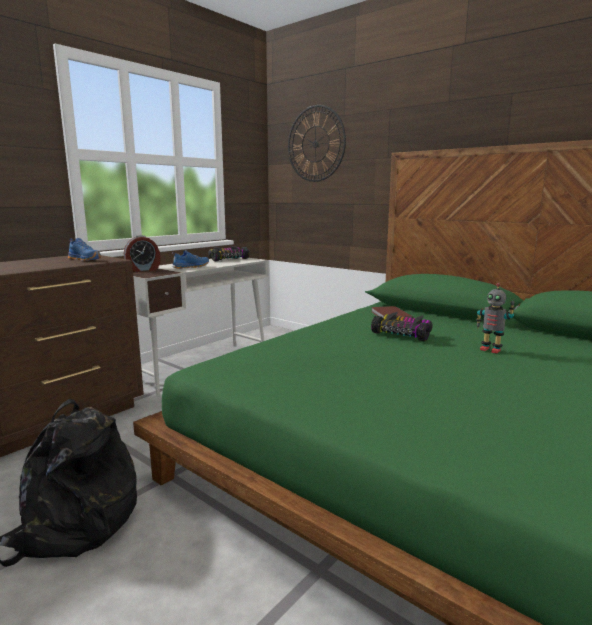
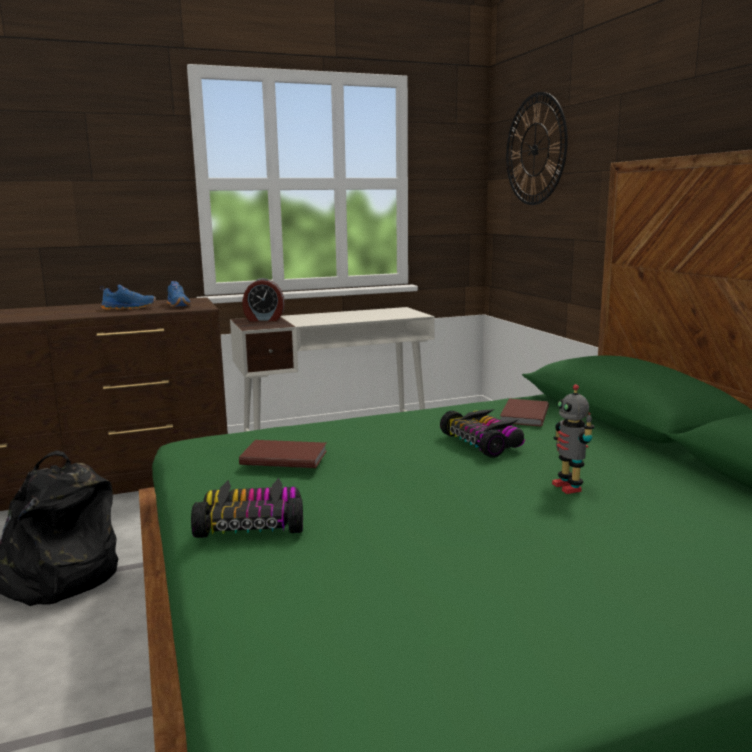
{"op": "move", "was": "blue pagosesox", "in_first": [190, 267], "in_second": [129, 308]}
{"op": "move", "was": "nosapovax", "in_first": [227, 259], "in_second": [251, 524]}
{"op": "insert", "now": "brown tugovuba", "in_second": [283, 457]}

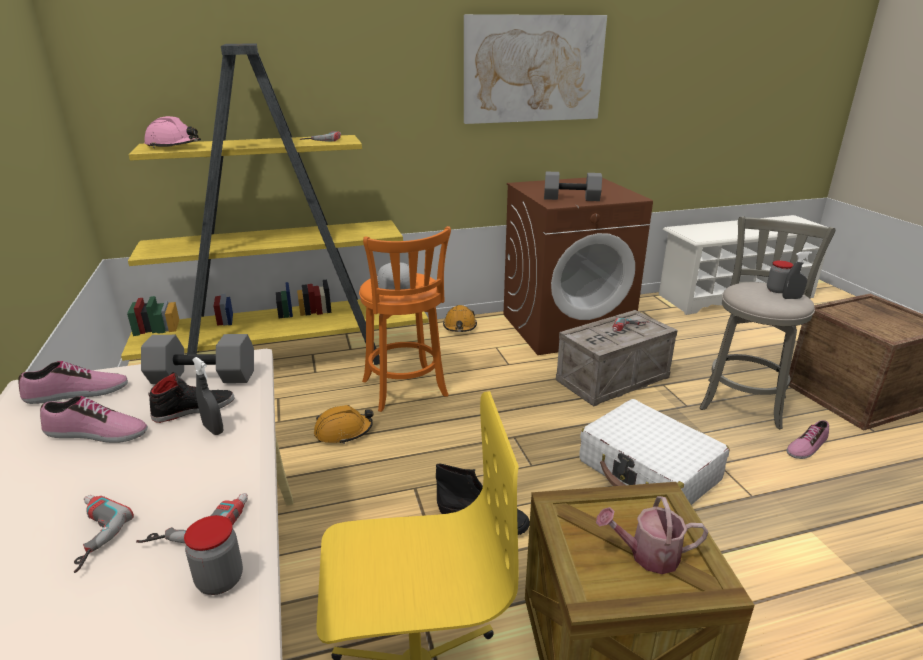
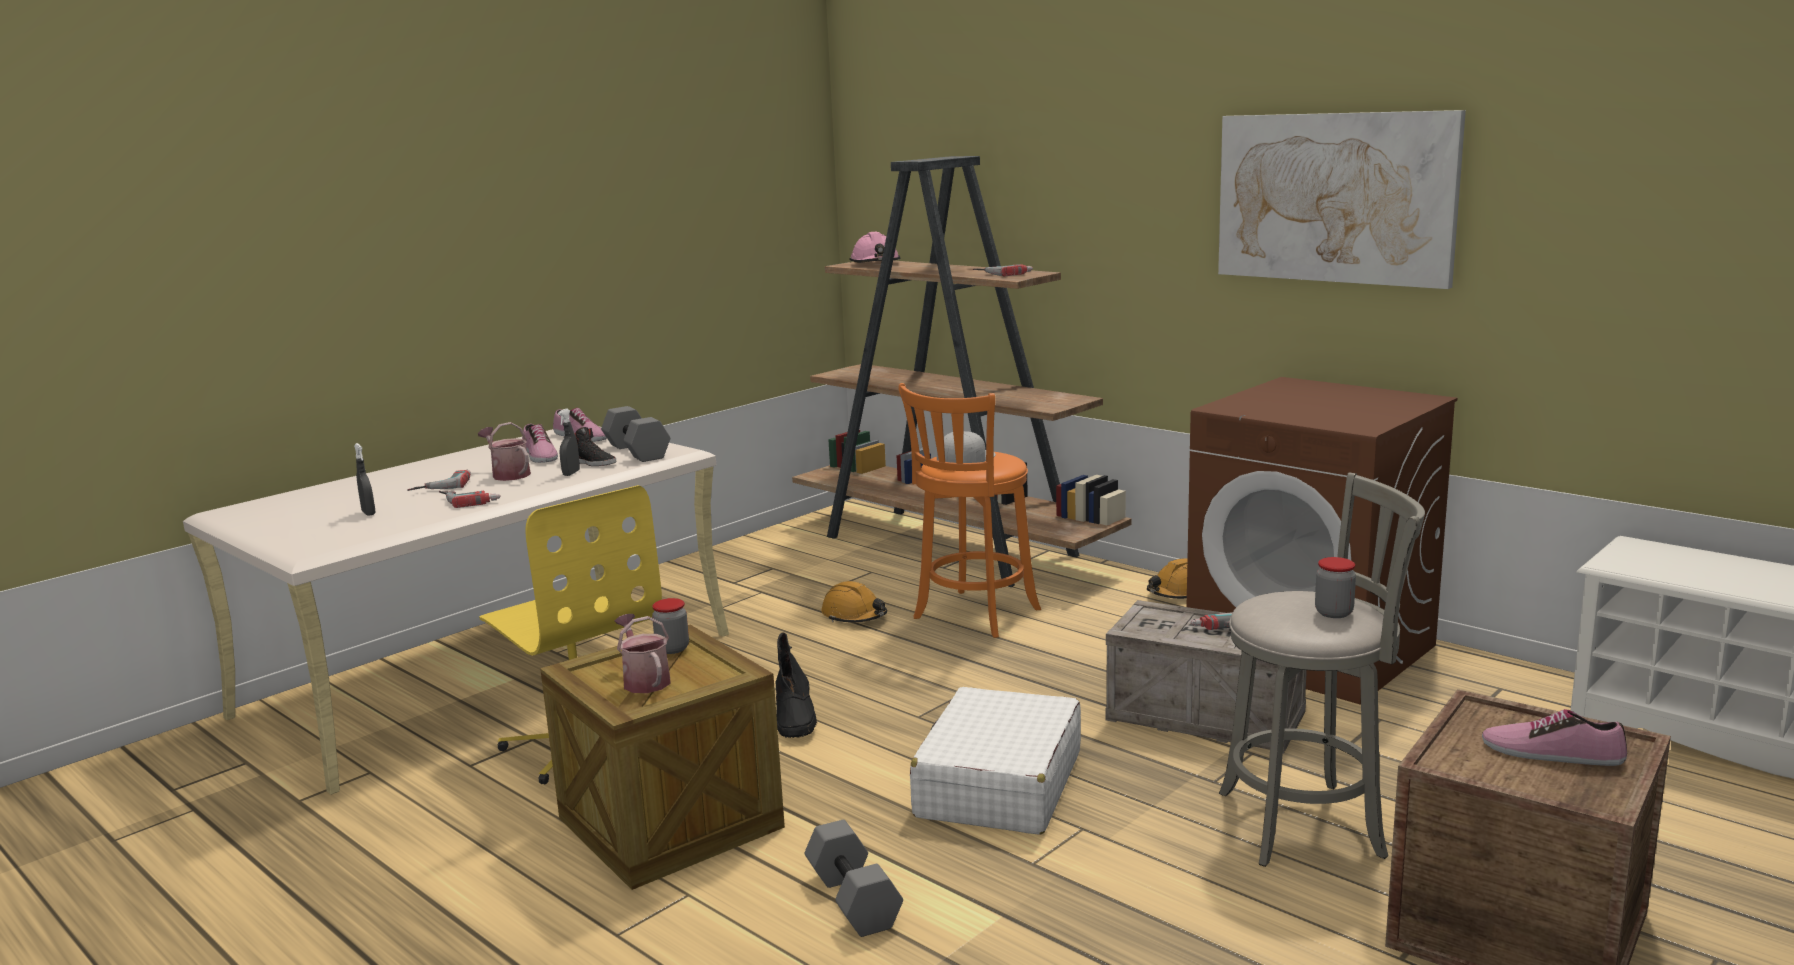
{"op": "recolor", "was": "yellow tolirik", "now": "brown tolirik", "in_first": [288, 357], "in_second": [953, 547]}
{"op": "move", "was": "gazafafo", "in_first": [220, 580], "in_second": [672, 649]}
{"op": "move", "was": "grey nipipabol", "in_first": [572, 198], "in_second": [855, 900]}
{"op": "move", "was": "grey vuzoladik", "in_first": [791, 298], "in_second": [368, 513]}
{"op": "move", "was": "pagosesox", "in_first": [806, 446], "in_second": [1552, 753]}
{"op": "insert", "now": "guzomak", "in_second": [508, 474]}

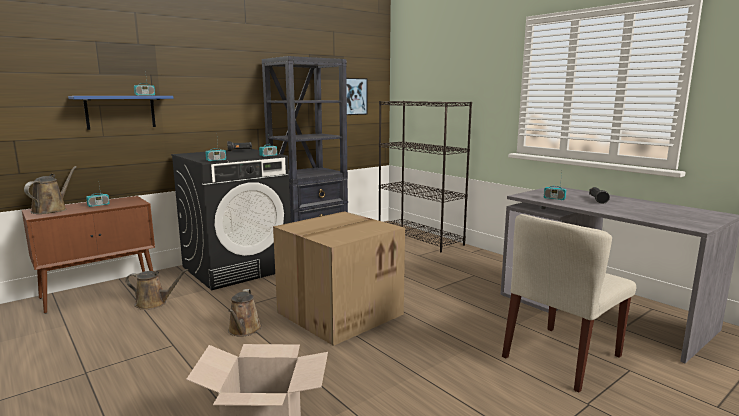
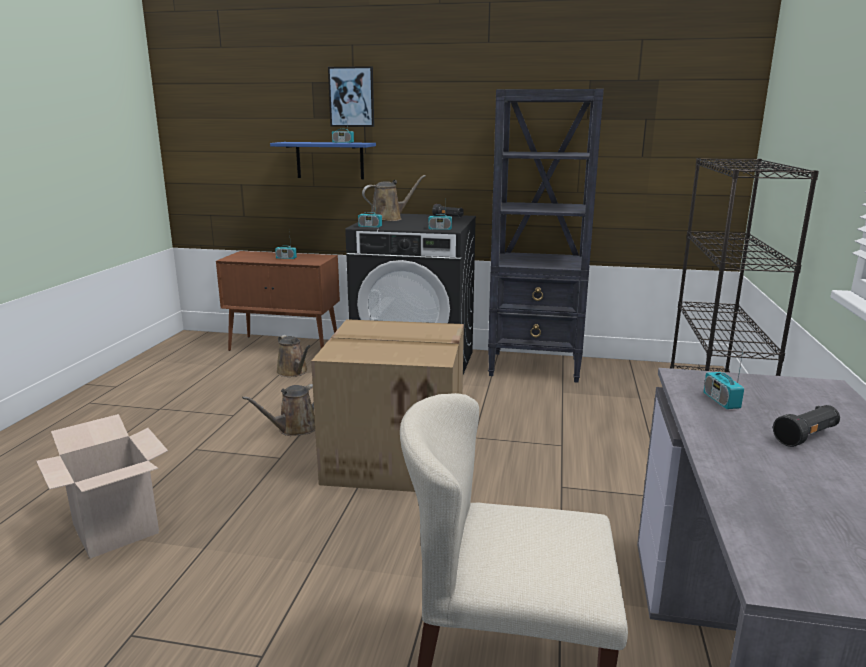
{"op": "move", "was": "brown guzomak", "in_first": [52, 210], "in_second": [389, 219]}
{"op": "move", "was": "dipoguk", "in_first": [354, 96], "in_second": [352, 97]}

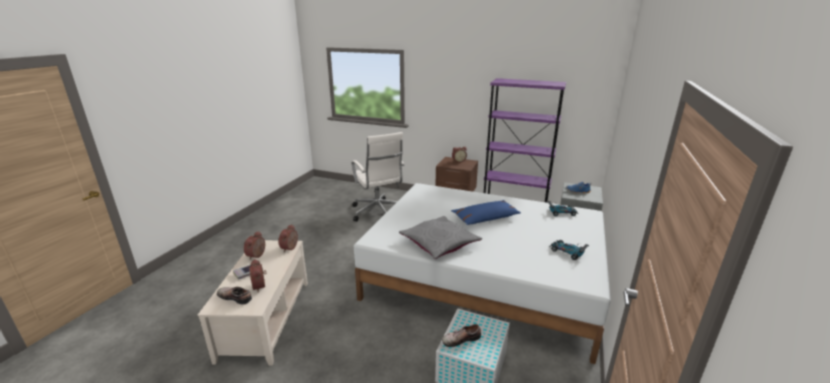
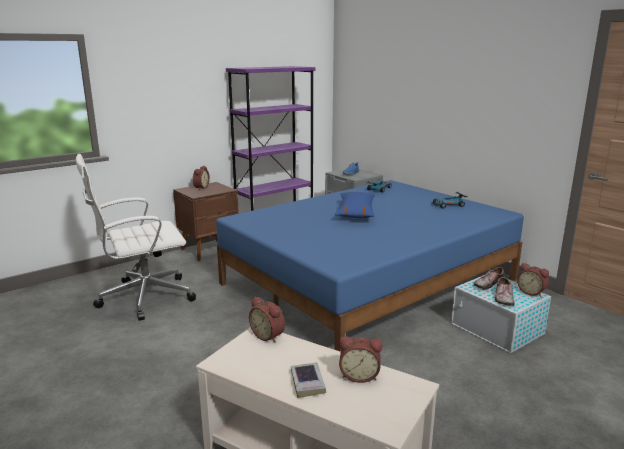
{"op": "move", "was": "pagosesox", "in_first": [236, 297], "in_second": [487, 283]}
{"op": "move", "was": "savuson", "in_first": [257, 255], "in_second": [531, 292]}
{"op": "rotate", "was": "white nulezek", "in_first": [378, 212], "in_second": [143, 297], "clockwise": 150}
{"op": "recolor", "was": "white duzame", "now": "blue duzame", "in_first": [484, 278], "in_second": [369, 282]}
{"op": "delete", "was": "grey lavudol", "in_first": [439, 243]}

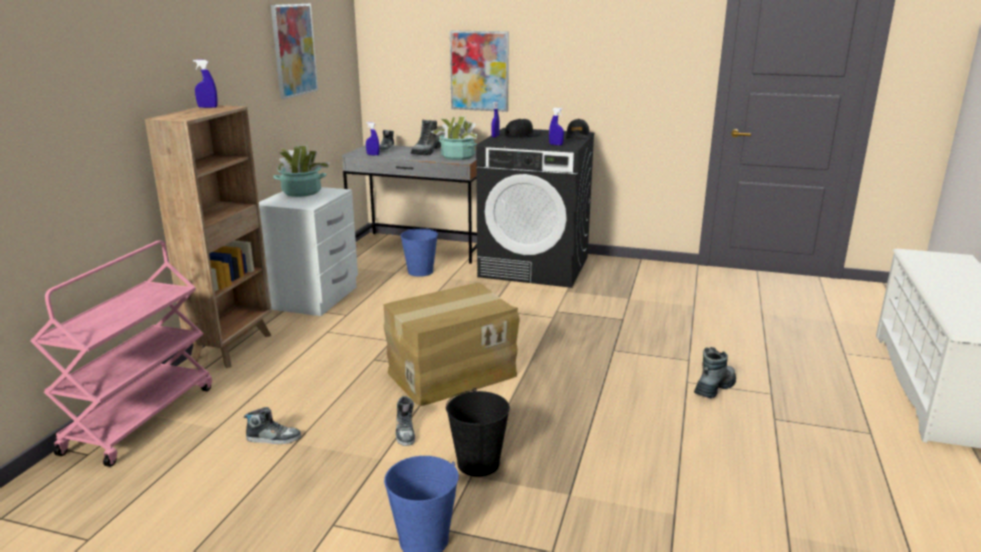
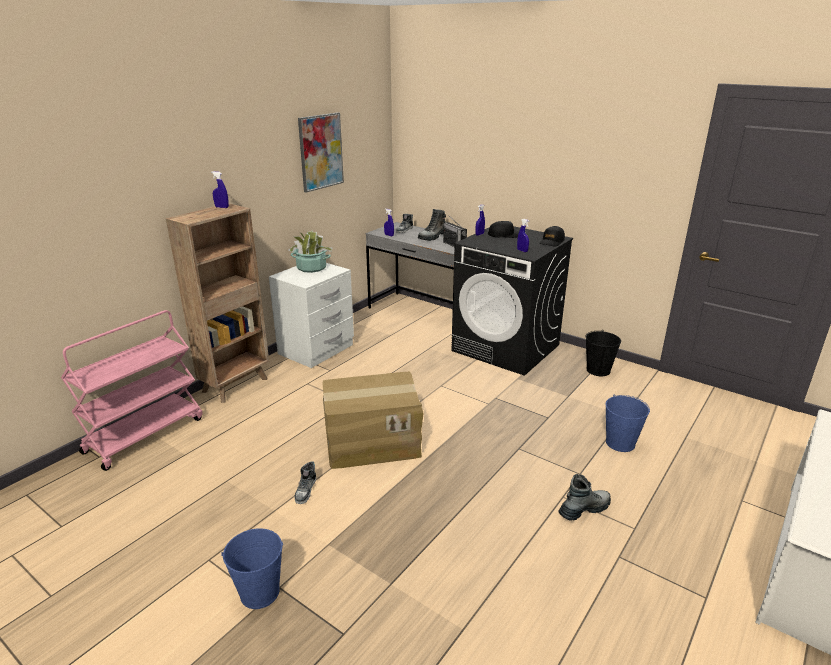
{"op": "delete", "was": "pagosesox", "in_first": [273, 438]}
{"op": "move", "was": "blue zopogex", "in_first": [420, 271], "in_second": [620, 443]}
{"op": "replace", "was": "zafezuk", "now": "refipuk", "in_first": [458, 157], "in_second": [454, 245]}
{"op": "move", "was": "black zopogex", "in_first": [478, 463], "in_second": [598, 370]}
{"op": "delete", "was": "dipoguk", "in_first": [479, 71]}

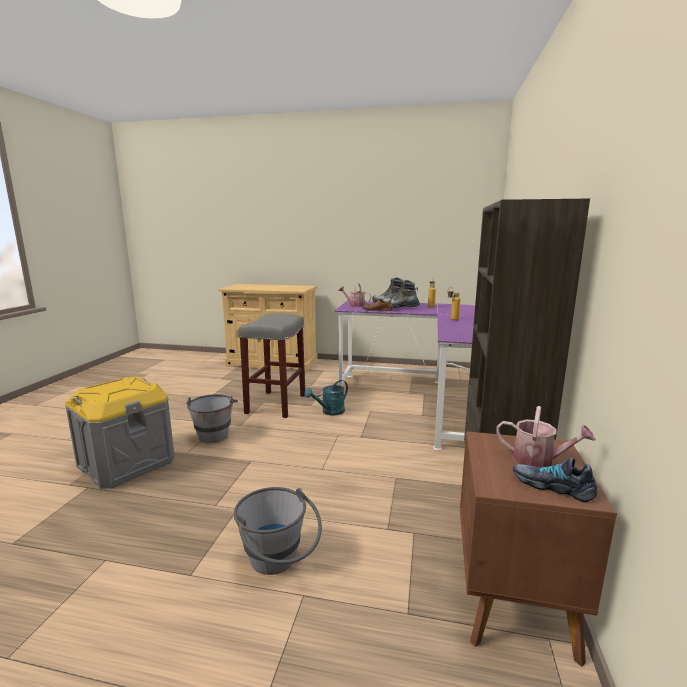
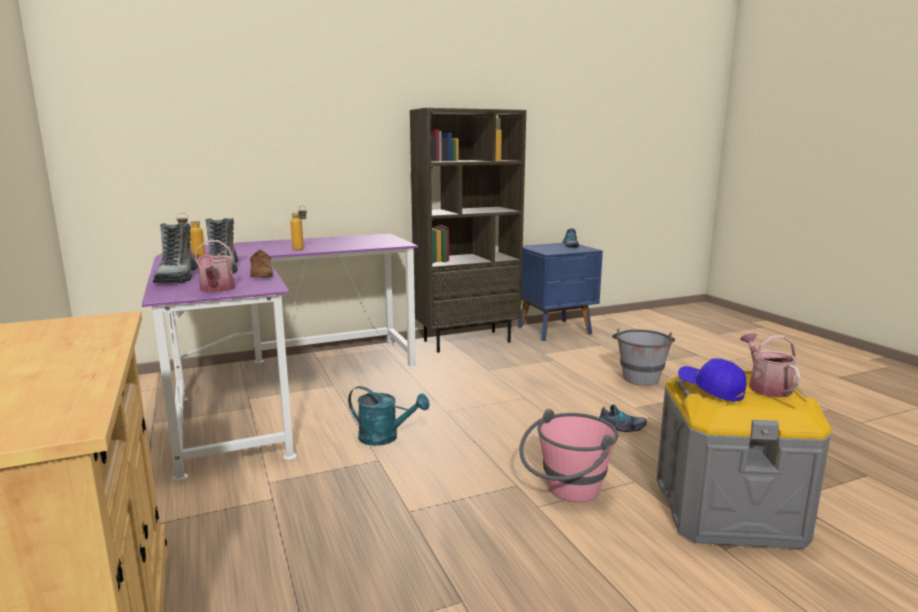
{"op": "recolor", "was": "grey zopogex", "now": "pink zopogex", "in_first": [214, 433], "in_second": [566, 493]}
{"op": "delete", "was": "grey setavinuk", "in_first": [276, 403]}
{"op": "recolor", "was": "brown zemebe", "now": "blue zemebe", "in_first": [513, 606], "in_second": [556, 330]}
{"op": "move", "was": "guzomak", "in_first": [539, 460], "in_second": [766, 387]}
{"op": "insert", "now": "pagosesox", "in_second": [621, 428]}
{"op": "insert", "now": "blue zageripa", "in_second": [710, 390]}

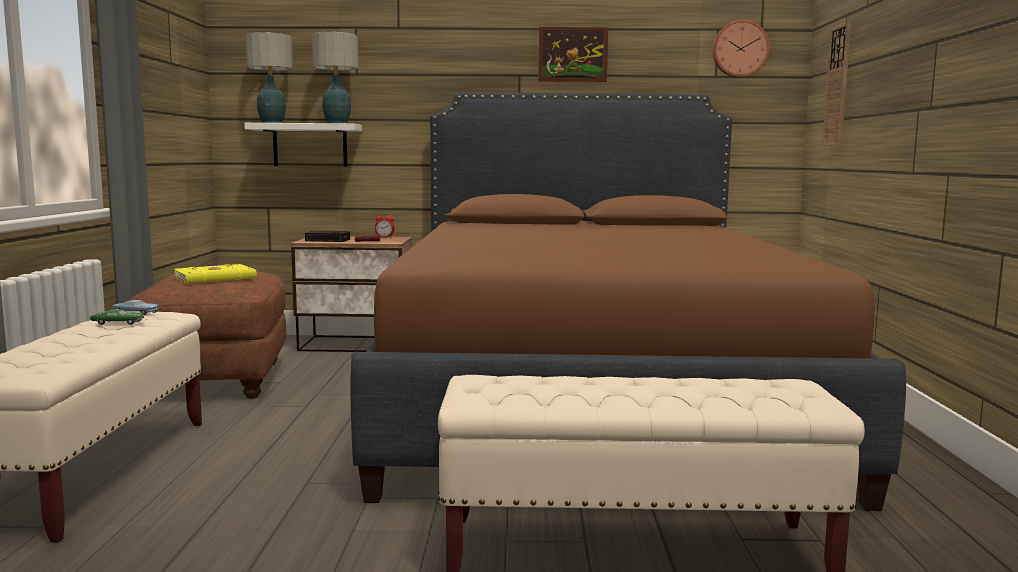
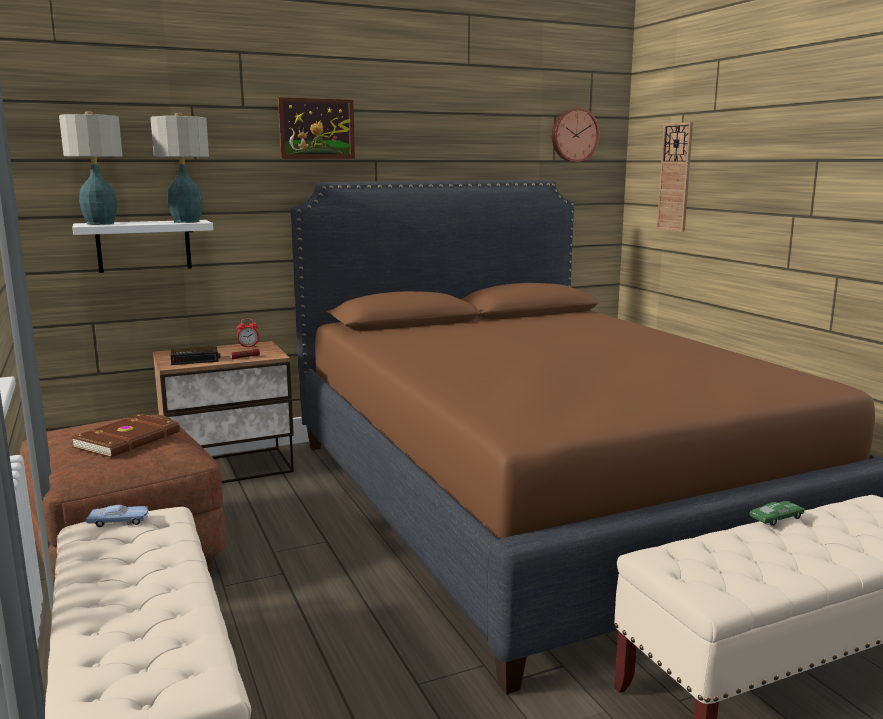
{"op": "move", "was": "green nosapovax", "in_first": [118, 323], "in_second": [776, 518]}
{"op": "recolor", "was": "yellow tugovuba", "now": "brown tugovuba", "in_first": [216, 278], "in_second": [129, 440]}
{"op": "move", "was": "dipoguk", "in_first": [572, 54], "in_second": [316, 129]}

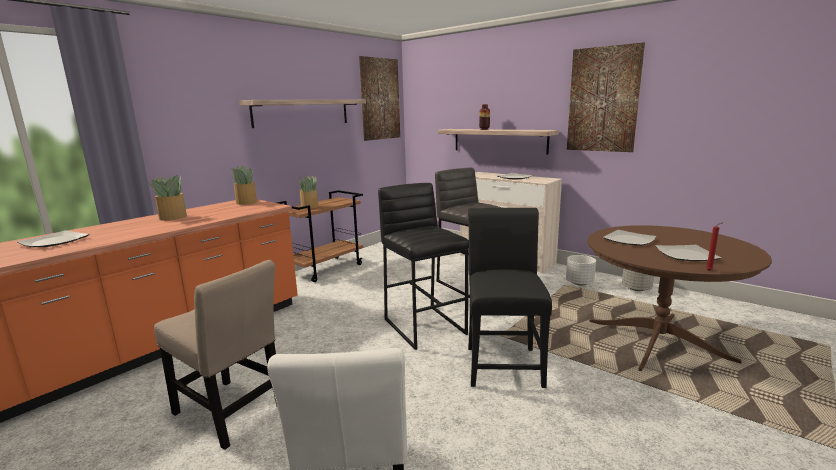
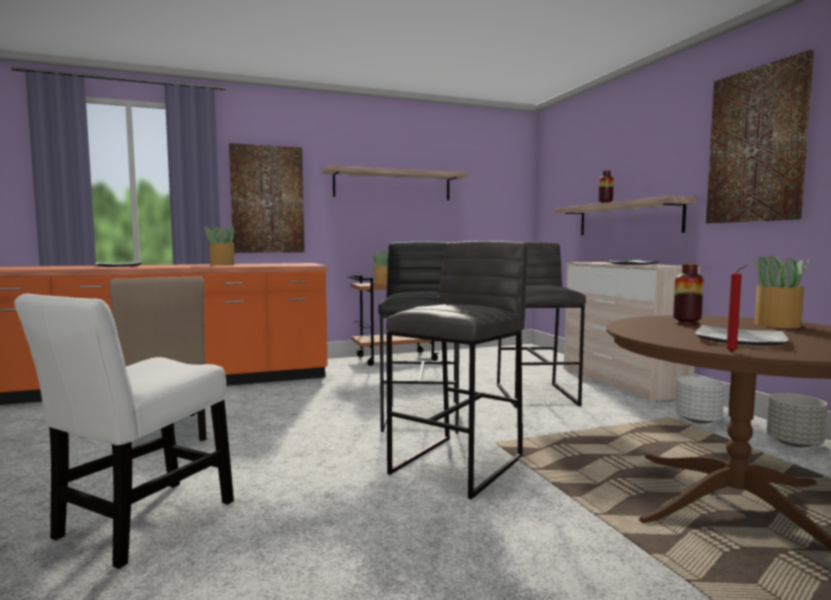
{"op": "move", "was": "zafezuk", "in_first": [246, 202], "in_second": [777, 325]}
{"op": "move", "was": "dipoguk", "in_first": [380, 99], "in_second": [267, 199]}
{"op": "replace", "was": "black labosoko", "now": "grey setavinuk", "in_first": [503, 362], "in_second": [459, 464]}
{"op": "replace", "was": "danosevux", "now": "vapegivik", "in_first": [629, 240], "in_second": [686, 324]}

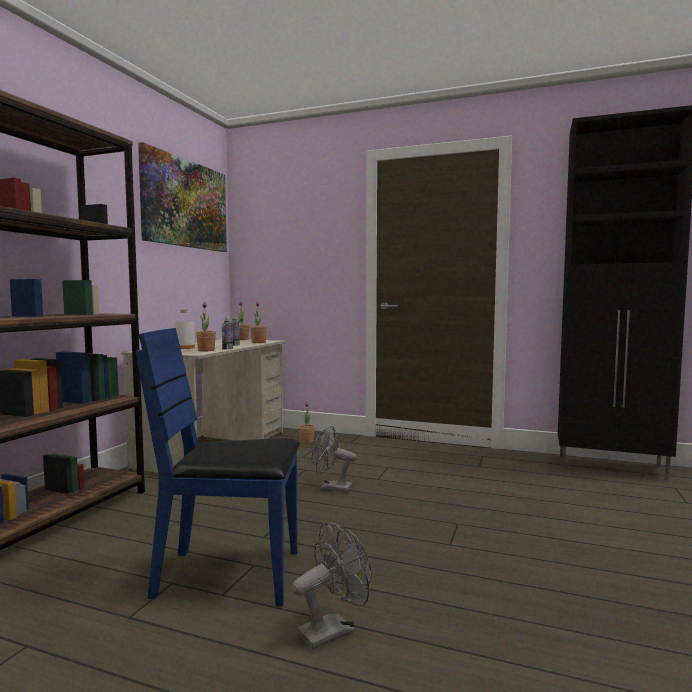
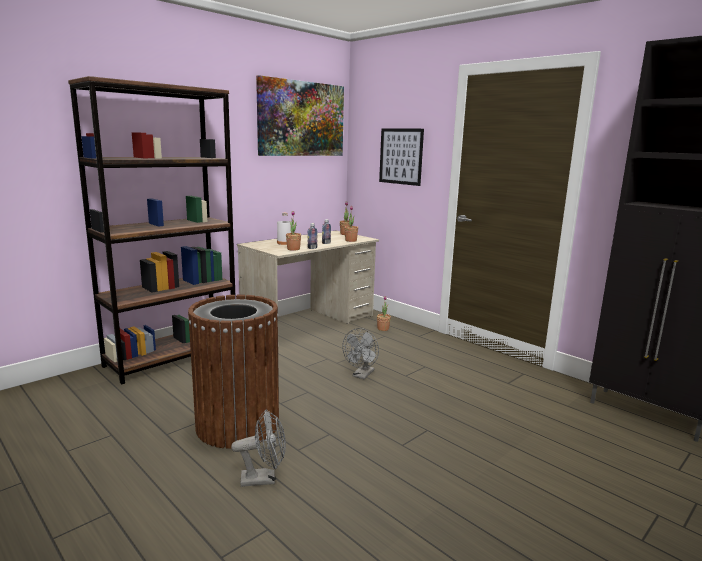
{"op": "replace", "was": "blue labosoko", "now": "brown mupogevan", "in_first": [230, 575], "in_second": [237, 424]}
{"op": "rotate", "was": "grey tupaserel", "in_first": [331, 488], "in_second": [361, 375], "clockwise": -105}
{"op": "insert", "now": "dipoguk", "in_second": [401, 156]}

